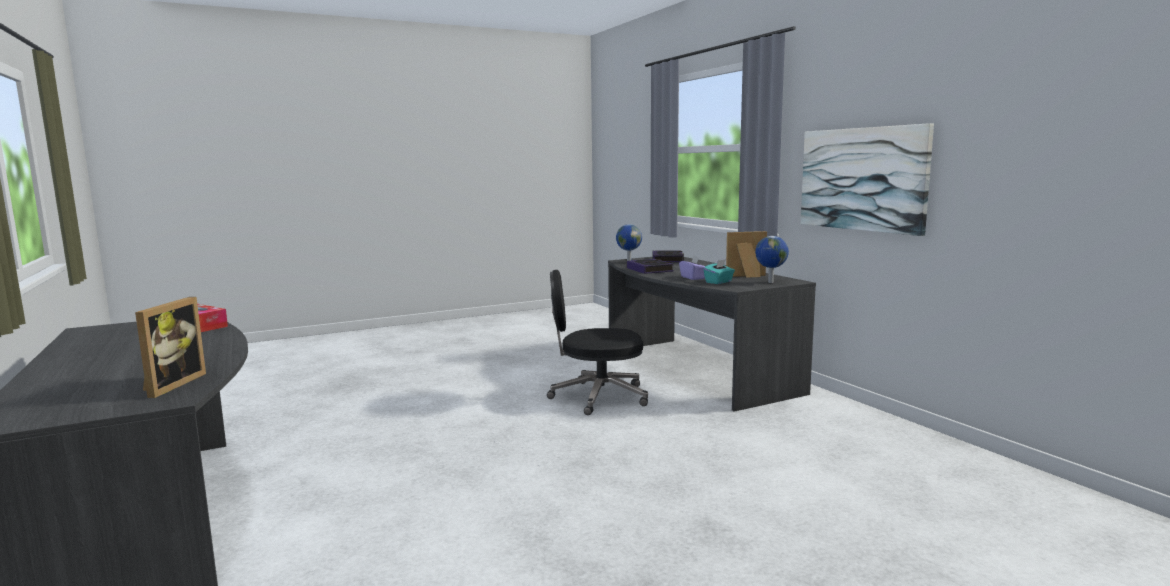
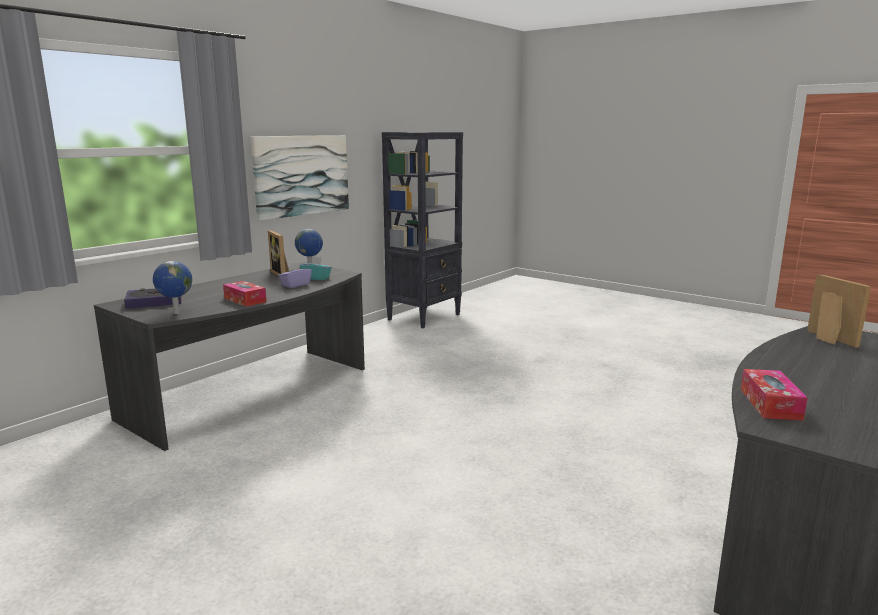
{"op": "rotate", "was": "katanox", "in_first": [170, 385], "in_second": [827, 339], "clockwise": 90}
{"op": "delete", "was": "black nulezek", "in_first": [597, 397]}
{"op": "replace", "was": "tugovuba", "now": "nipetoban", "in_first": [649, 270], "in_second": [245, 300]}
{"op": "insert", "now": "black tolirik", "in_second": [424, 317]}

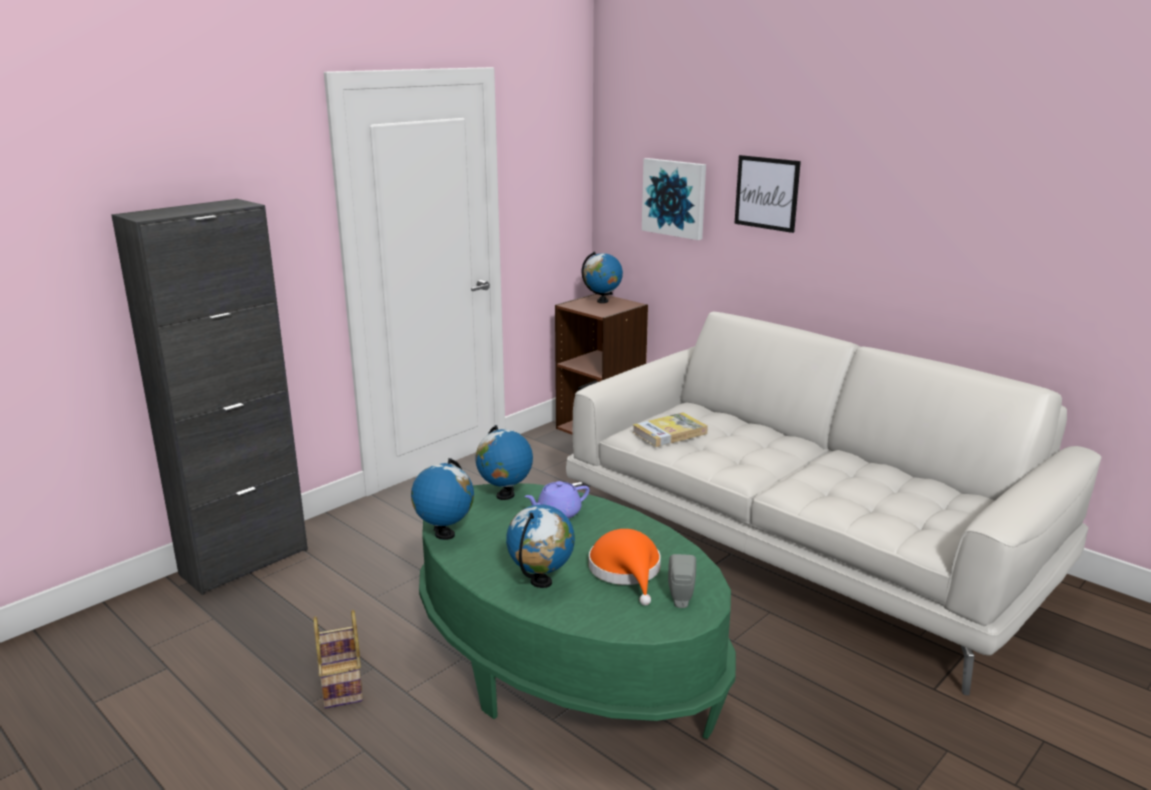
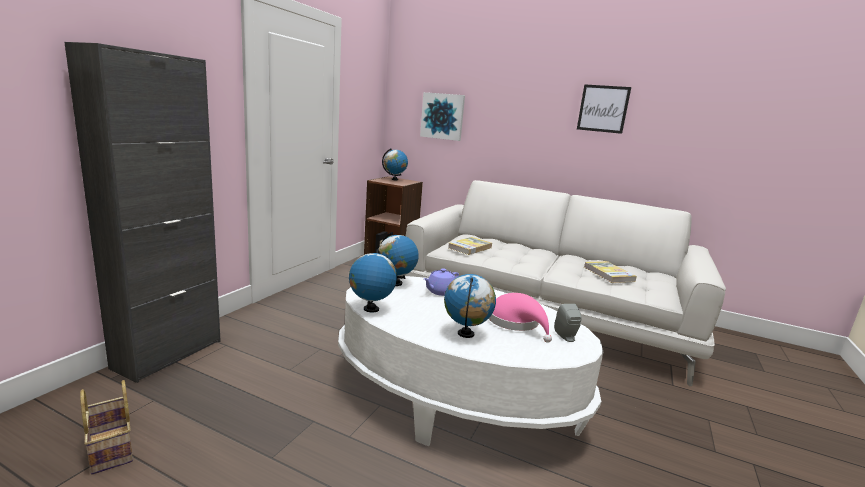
{"op": "move", "was": "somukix", "in_first": [343, 684], "in_second": [112, 449]}
{"op": "recolor", "was": "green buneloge", "now": "white buneloge", "in_first": [566, 662], "in_second": [455, 398]}
{"op": "recolor", "was": "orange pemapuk", "now": "pink pemapuk", "in_first": [627, 571], "in_second": [516, 323]}
{"op": "move", "was": "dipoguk", "in_first": [767, 193], "in_second": [603, 109]}
{"op": "insert", "now": "tugovuba", "in_second": [608, 274]}

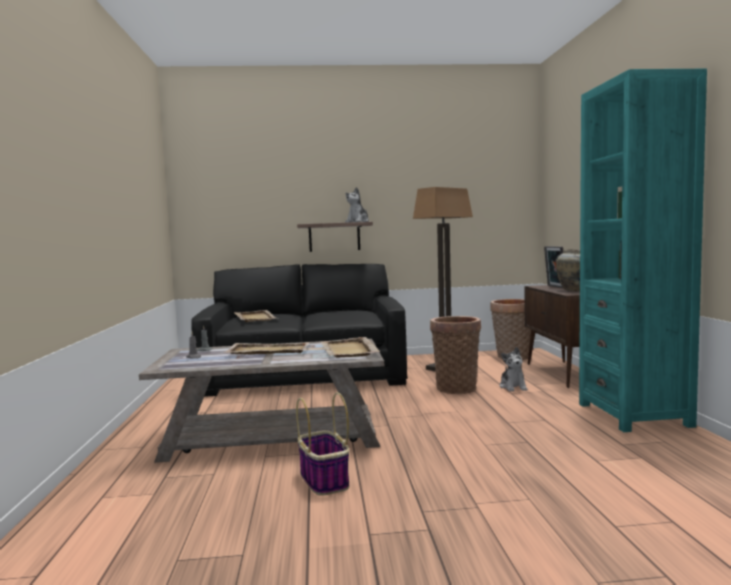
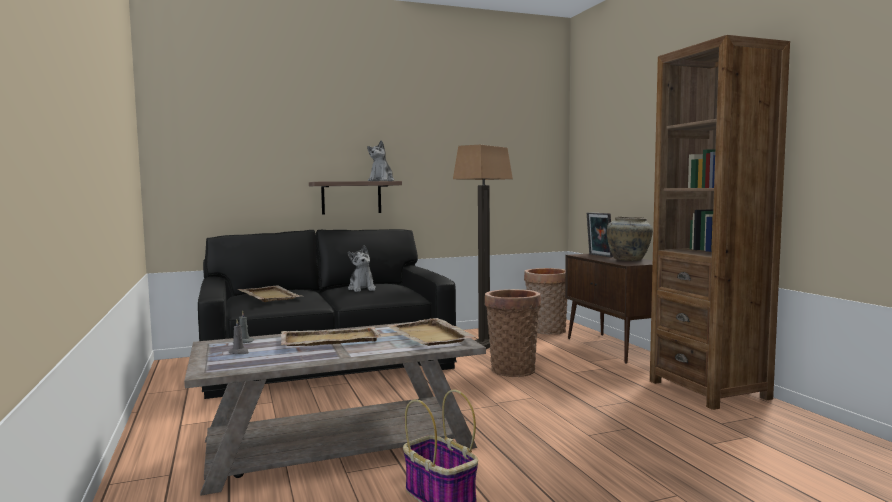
{"op": "move", "was": "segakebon", "in_first": [513, 387], "in_second": [362, 289]}
{"op": "recolor", "was": "turquoise tolirik", "now": "brown tolirik", "in_first": [633, 415], "in_second": [708, 390]}

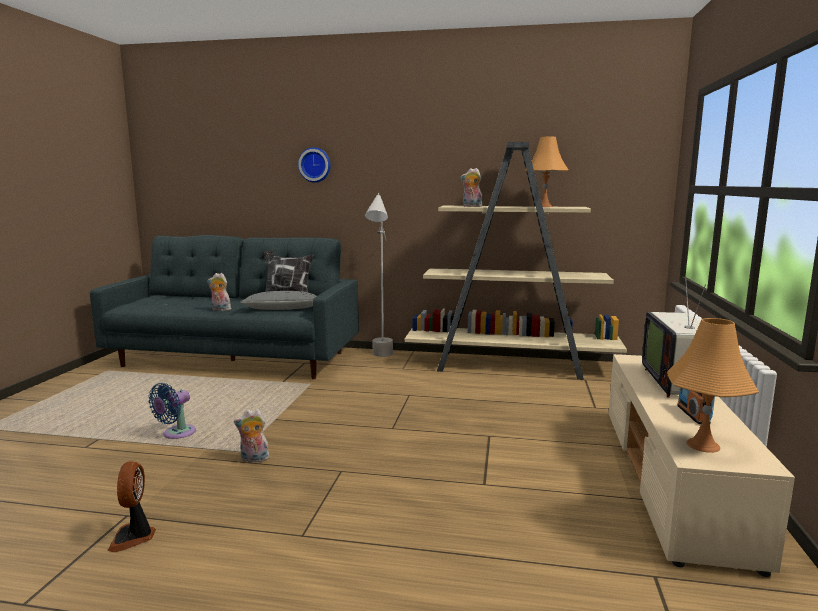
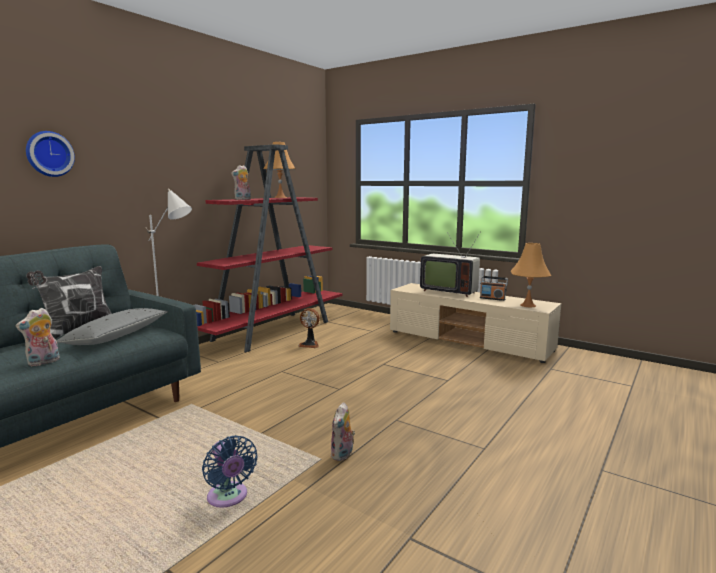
{"op": "move", "was": "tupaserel", "in_first": [134, 537], "in_second": [310, 344]}
{"op": "recolor", "was": "beige tolirik", "now": "red tolirik", "in_first": [511, 365], "in_second": [274, 330]}

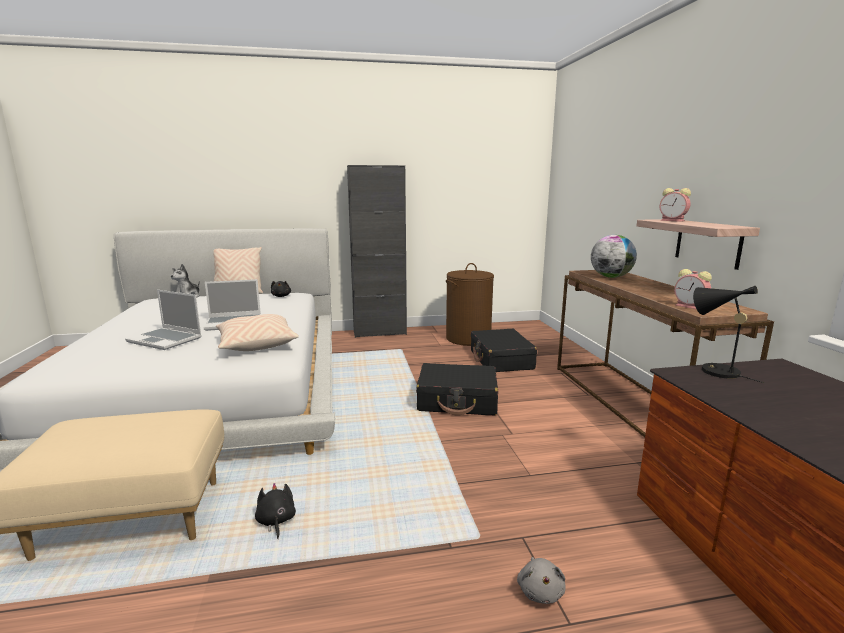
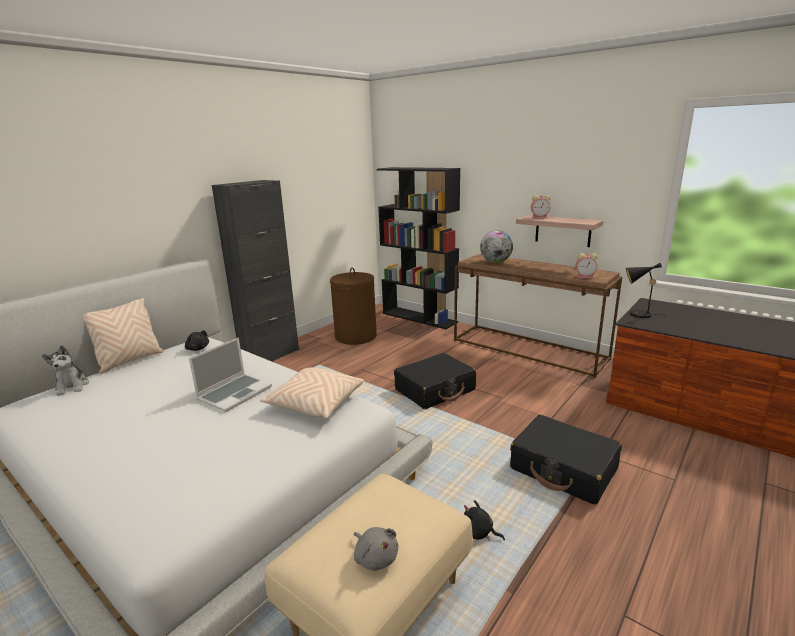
{"op": "delete", "was": "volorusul", "in_first": [166, 340]}
{"op": "move", "was": "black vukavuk", "in_first": [501, 360], "in_second": [563, 469]}
{"op": "move", "was": "grey segakebon", "in_first": [540, 591], "in_second": [375, 557]}
{"op": "insert", "now": "black tolirik", "in_second": [420, 317]}

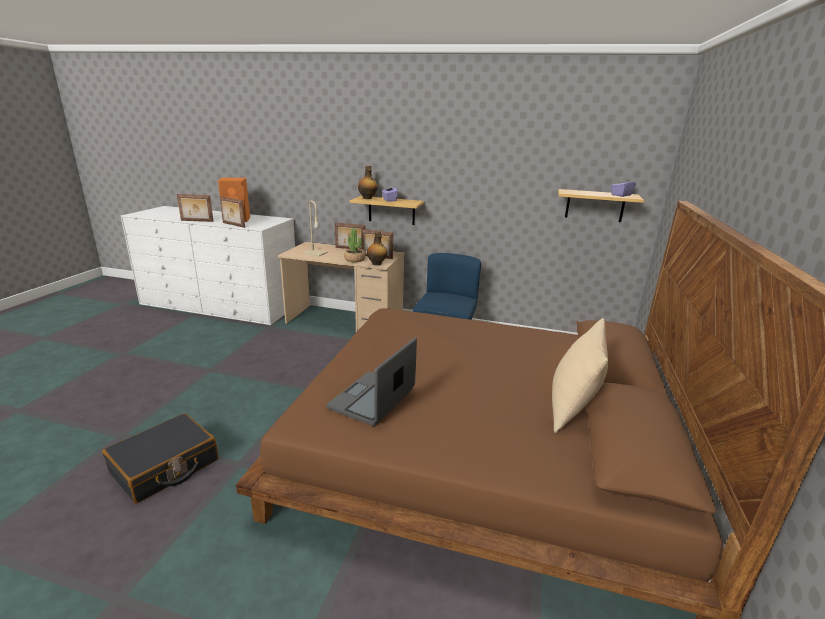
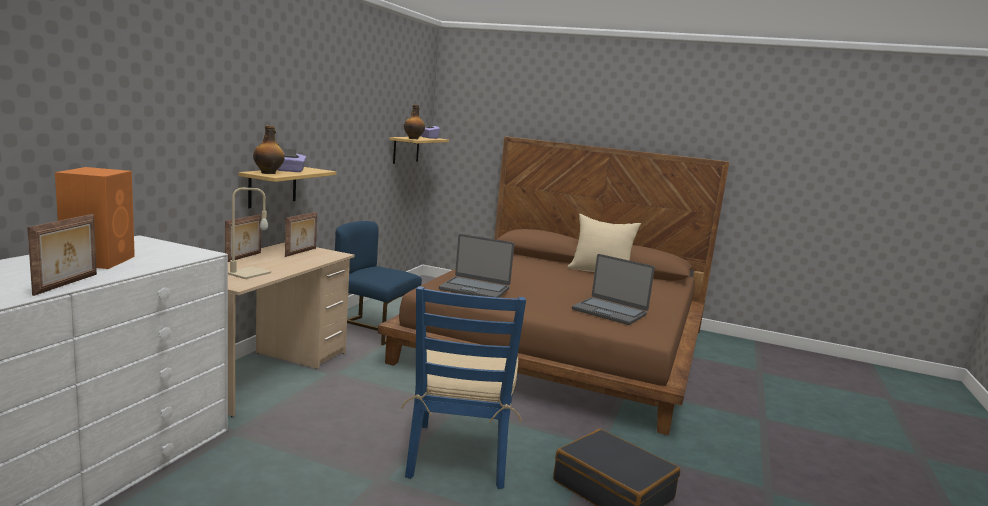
{"op": "delete", "was": "katanox", "in_first": [233, 225]}
{"op": "delete", "was": "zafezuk", "in_first": [354, 259]}
{"op": "move", "was": "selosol", "in_first": [377, 264], "in_second": [413, 139]}
{"op": "insert", "now": "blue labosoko", "in_second": [459, 455]}
{"op": "insert", "now": "volorusul", "in_second": [475, 289]}

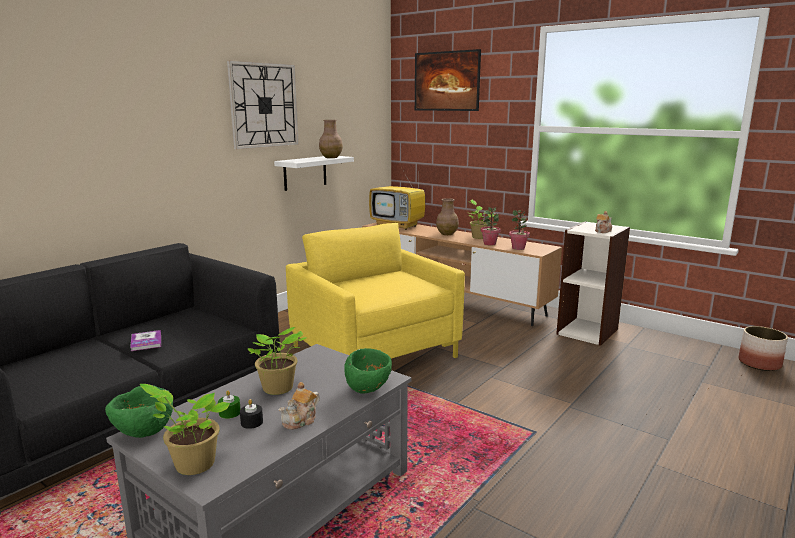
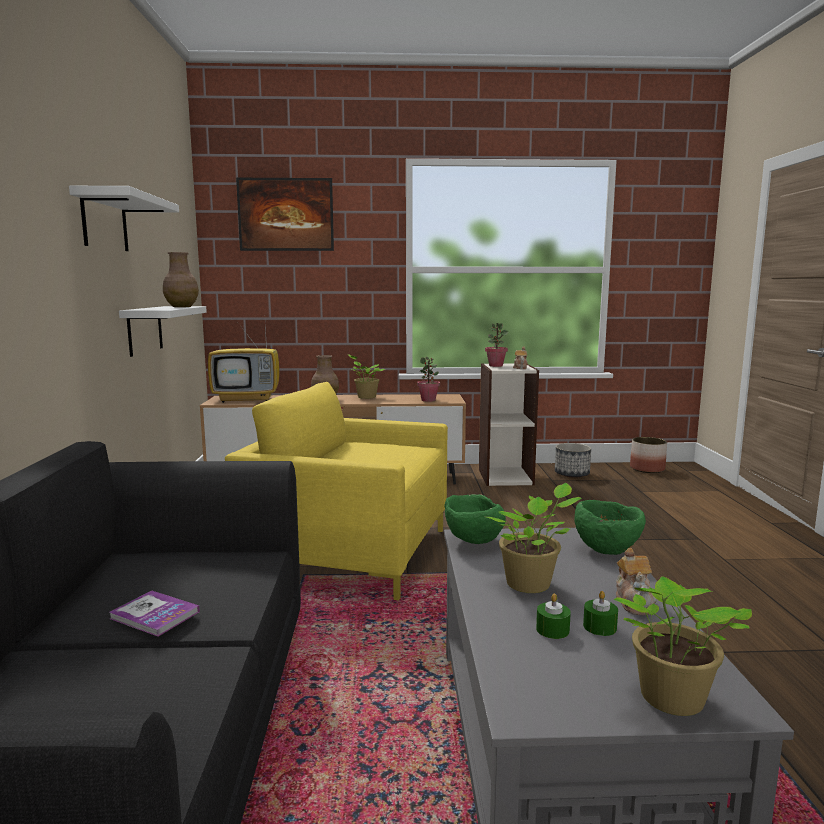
{"op": "move", "was": "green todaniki", "in_first": [143, 432], "in_second": [472, 542]}
{"op": "replace", "was": "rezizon", "now": "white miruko", "in_first": [264, 105], "in_second": [104, 222]}
{"op": "recolor", "was": "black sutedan", "now": "green sutedan", "in_first": [252, 422], "in_second": [599, 627]}
{"op": "move", "was": "zafezuk", "in_first": [489, 244], "in_second": [495, 365]}
{"op": "insert", "now": "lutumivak", "in_second": [571, 474]}

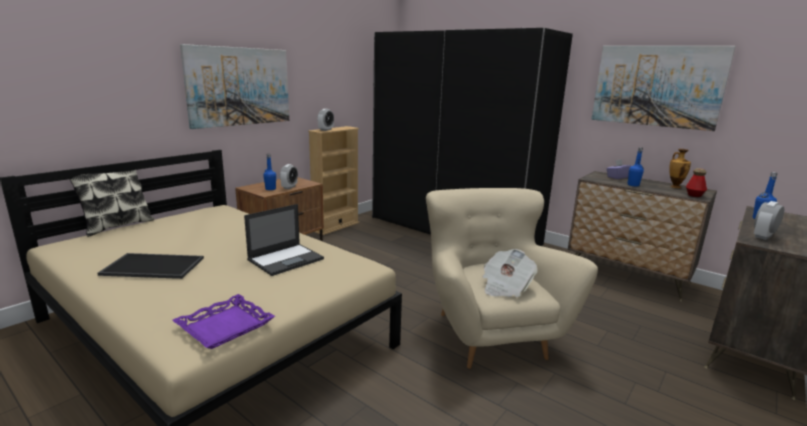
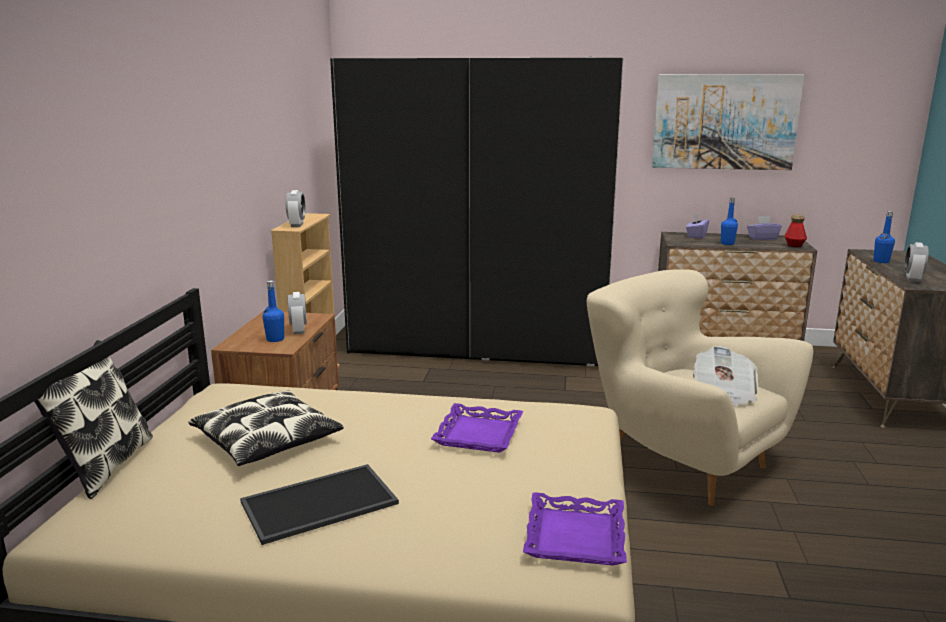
{"op": "delete", "was": "dipoguk", "in_first": [239, 86]}
{"op": "replace", "was": "volorusul", "now": "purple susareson", "in_first": [286, 259], "in_second": [477, 434]}
{"op": "replace", "was": "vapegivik", "now": "purple nipetoban", "in_first": [675, 187], "in_second": [762, 238]}
{"op": "insert", "now": "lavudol", "in_second": [267, 440]}

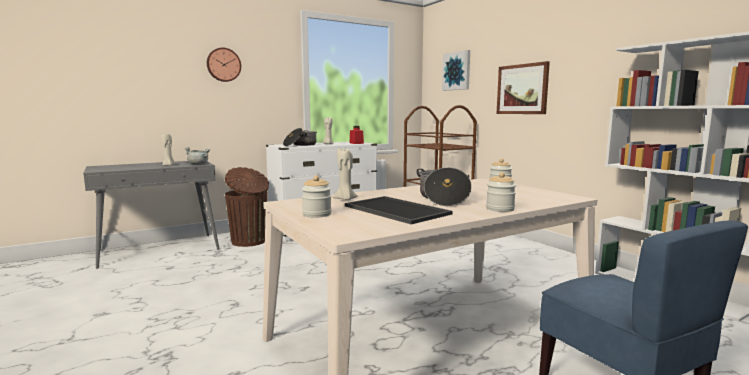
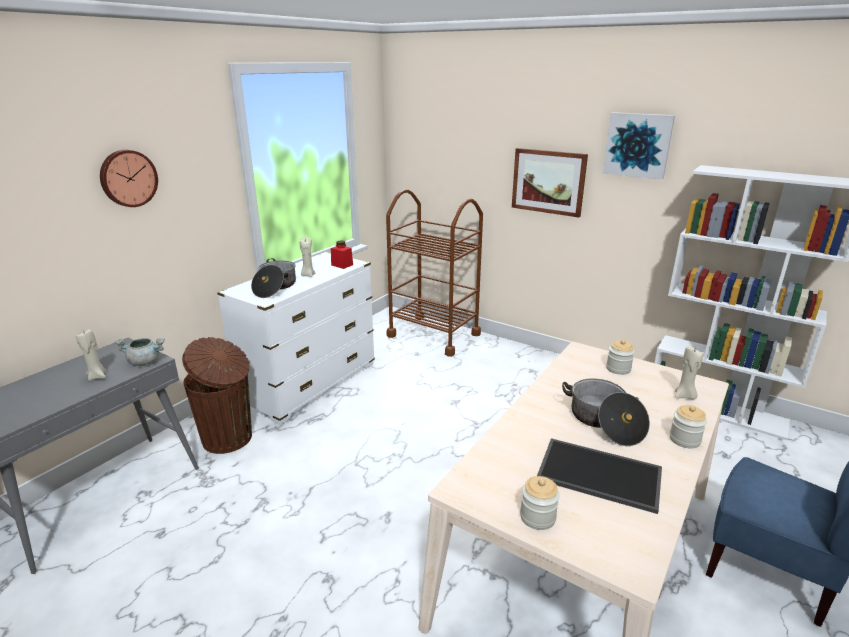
{"op": "move", "was": "beige sutedan", "in_first": [345, 199], "in_second": [684, 396]}
{"op": "move", "was": "dipoguk", "in_first": [456, 71], "in_second": [638, 145]}

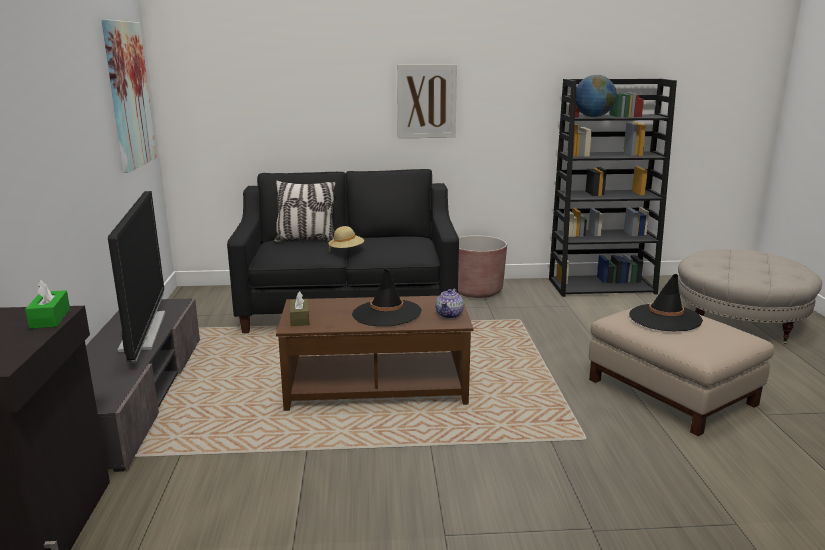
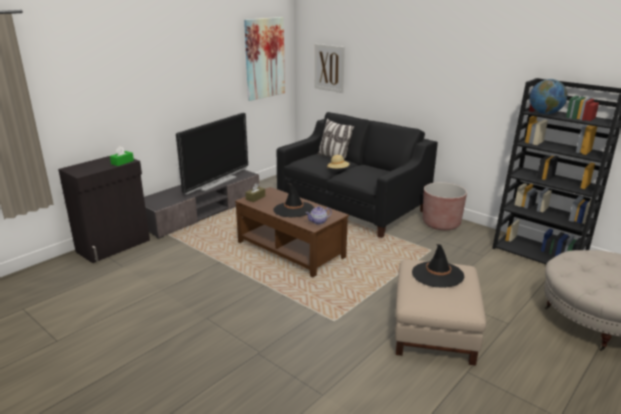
{"op": "move", "was": "dipoguk", "in_first": [426, 101], "in_second": [329, 68]}

